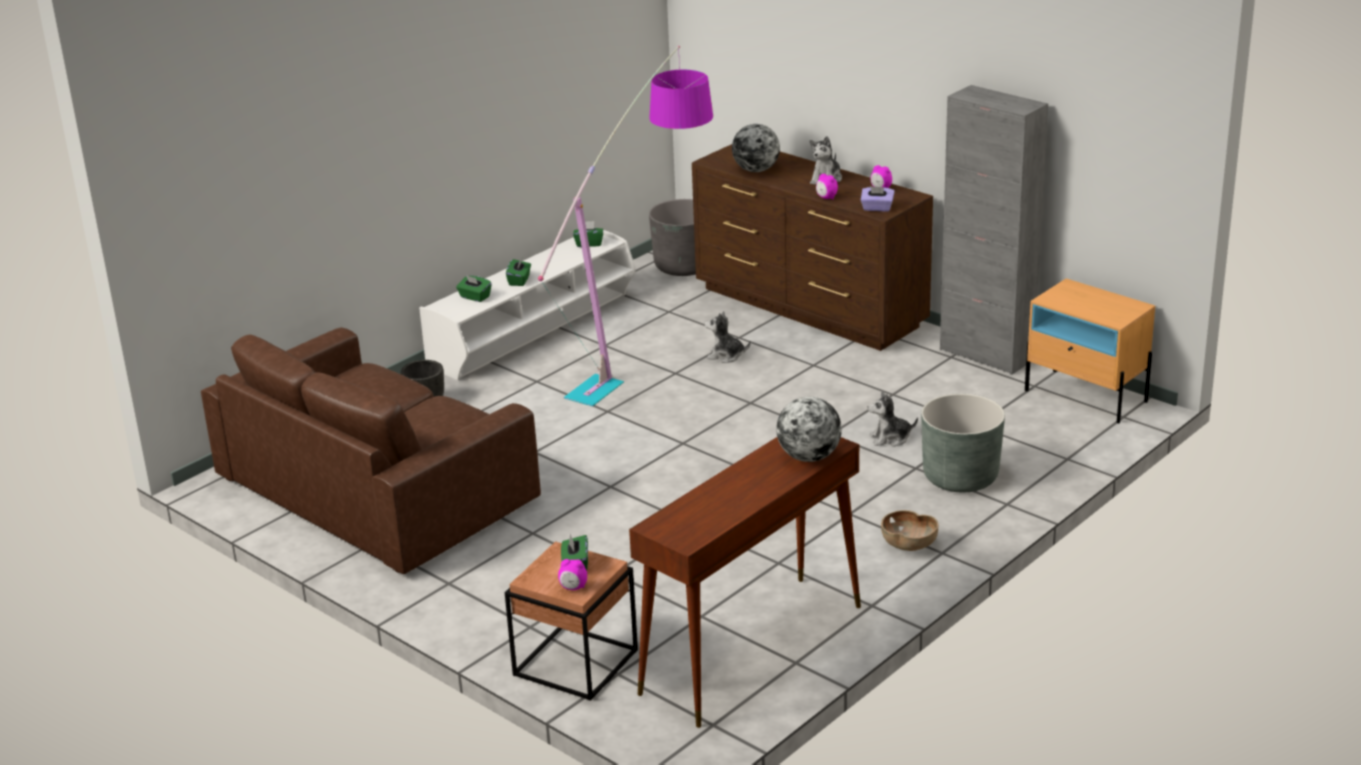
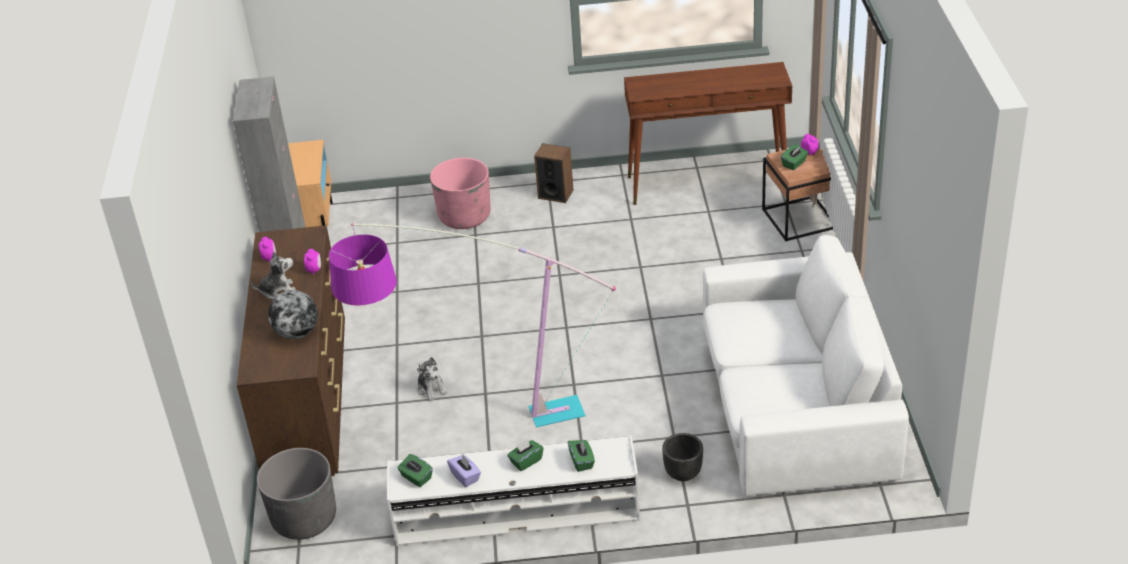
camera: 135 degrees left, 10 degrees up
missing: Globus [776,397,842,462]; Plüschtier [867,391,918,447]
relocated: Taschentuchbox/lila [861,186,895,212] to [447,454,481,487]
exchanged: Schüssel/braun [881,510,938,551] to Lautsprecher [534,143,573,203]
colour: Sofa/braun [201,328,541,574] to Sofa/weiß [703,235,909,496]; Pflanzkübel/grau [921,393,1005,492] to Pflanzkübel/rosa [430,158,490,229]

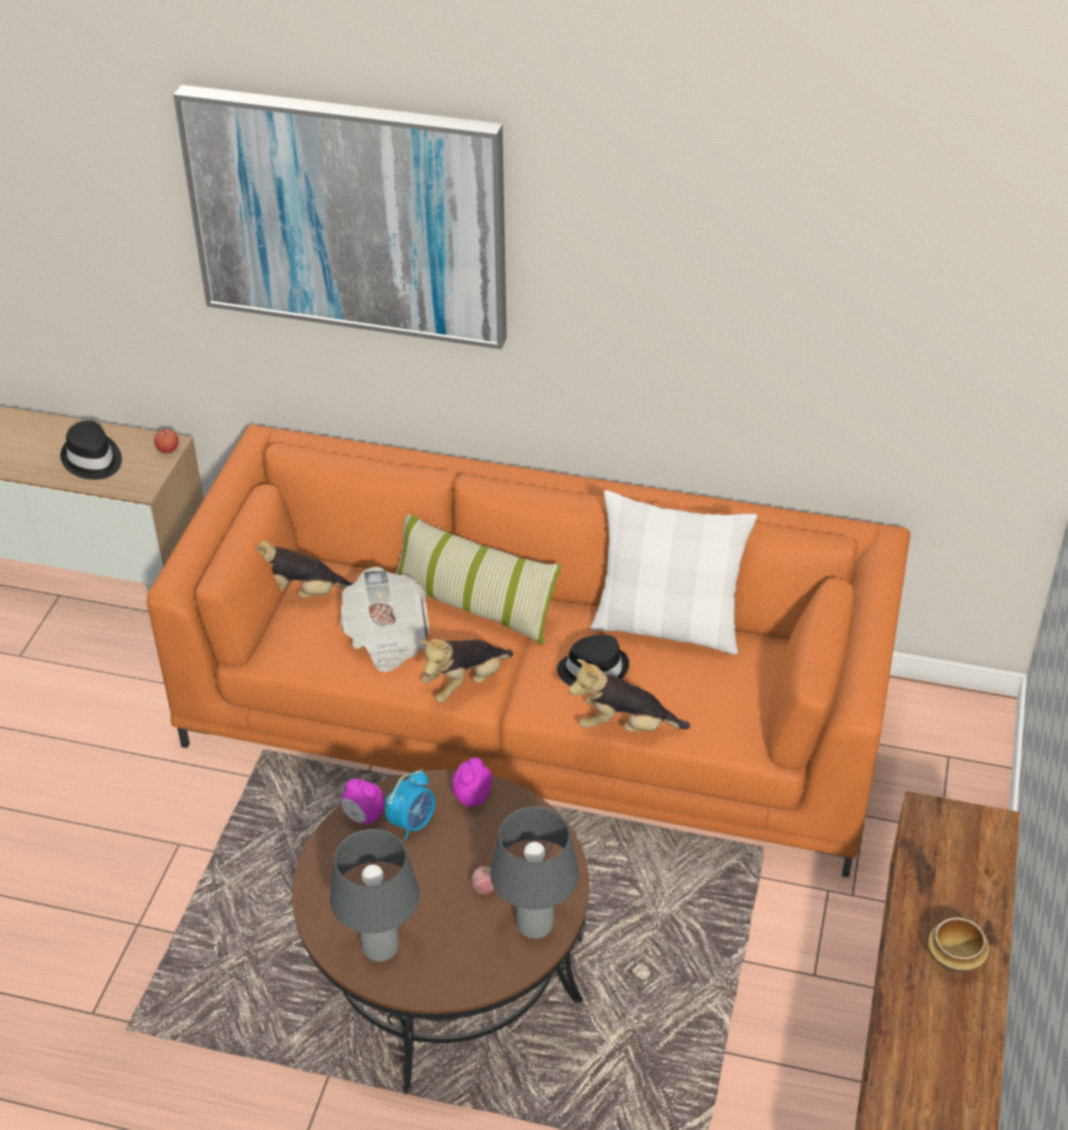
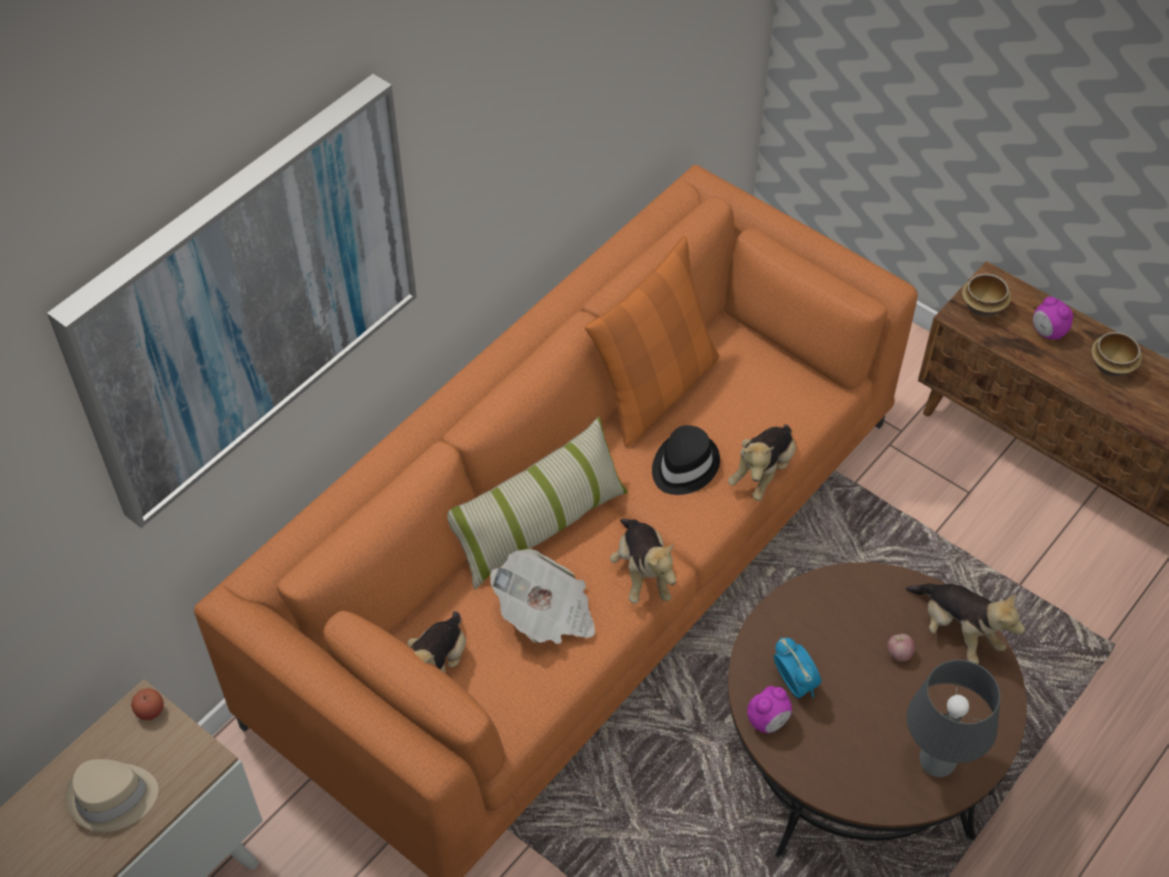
camera: 65 degrees left, 10 degrees up
appeared: Schüssel [962,274,1011,317]
relocated: Wecker [452,757,492,808] to [1033,297,1073,340]
exchanged: Tischlampe/grau [490,807,579,939] to Plüschtier [906,583,1025,664]
colour: Hut/schwarz [61,420,122,480] to Hut/beige [66,759,158,832]; Kissen/weiß [591,490,757,655] to Kissen/orange [585,236,719,447]

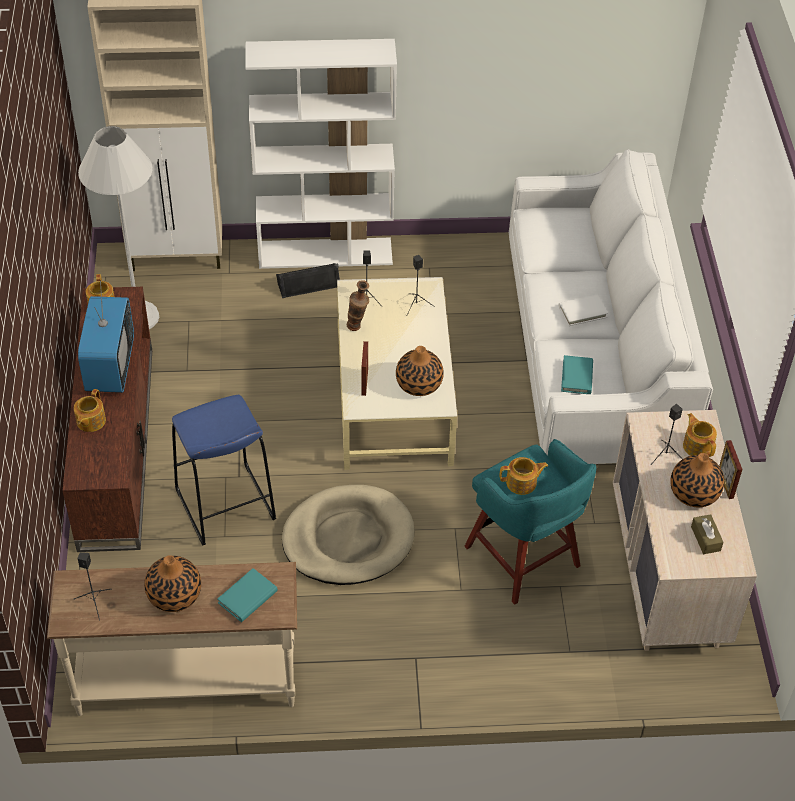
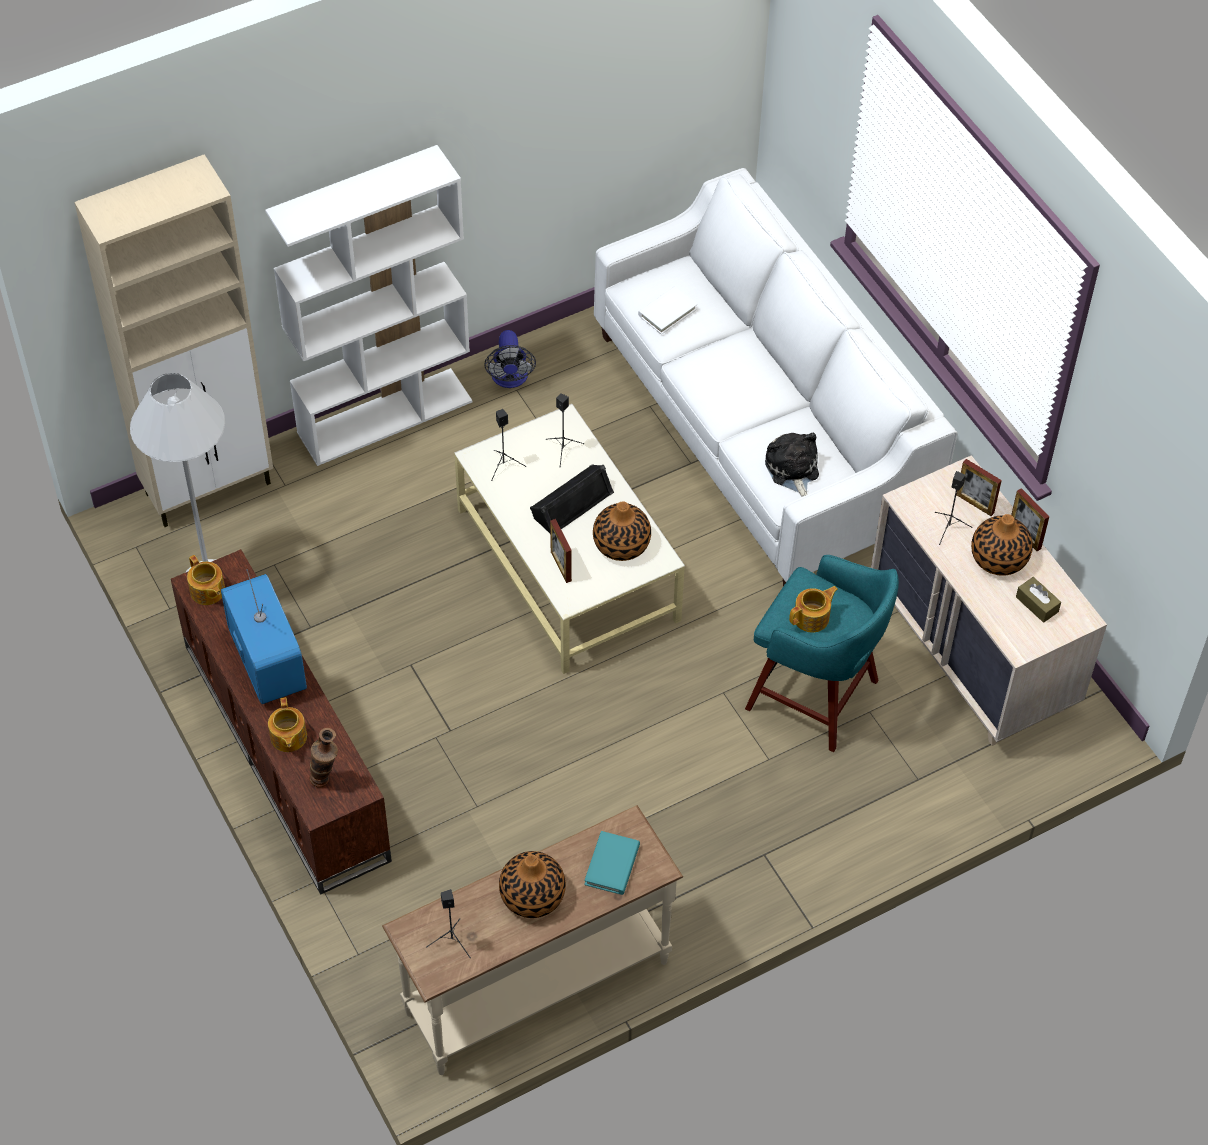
camera: 25 degrees left, 5 degrees up
missing: Hocker/blau [172,395,276,546]; Hundebett/beige [282,485,414,585]
appeared: Ventilator [484,330,536,388]
relocated: Lautsprecher/schwarz [276,263,340,298] to [530,465,614,533]; Vase [347,280,369,331] to [310,728,338,788]; Buch/weiß [559,294,608,326] to [638,286,697,335]
exchanged: Buch/türkis [561,355,593,394] to Plüschtier [765,433,819,497]; Teekanne [683,413,717,457] to Bilderrahmen [956,459,1002,516]

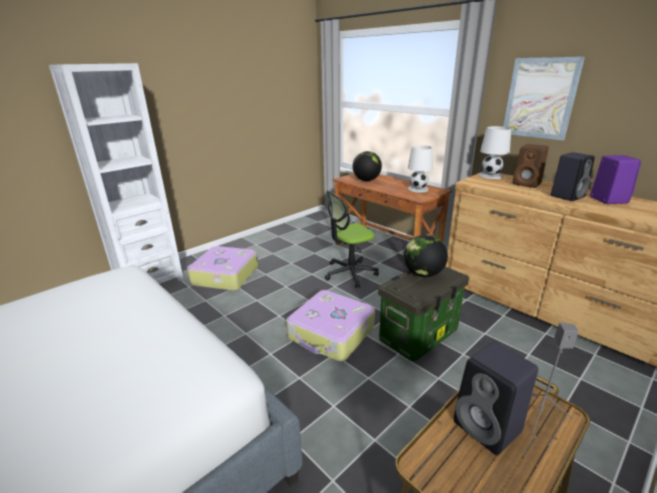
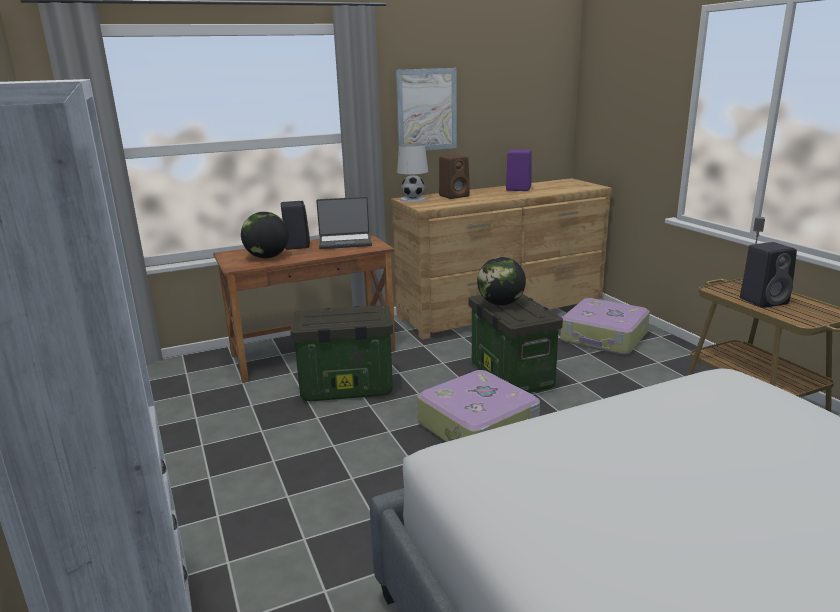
camera: 70 degrees left, 5 degrees down
relocated: Koffer [187,246,258,291] to [560,298,650,355]; Lautsprecher/schwarz [551,152,595,201] to [281,201,310,250]
exchanged: Bürostuhl [325,191,379,288] to Aufbewahrungsbox [290,305,393,402]; Tischlampe/weiß [408,145,433,193] to Laptop [316,197,372,249]

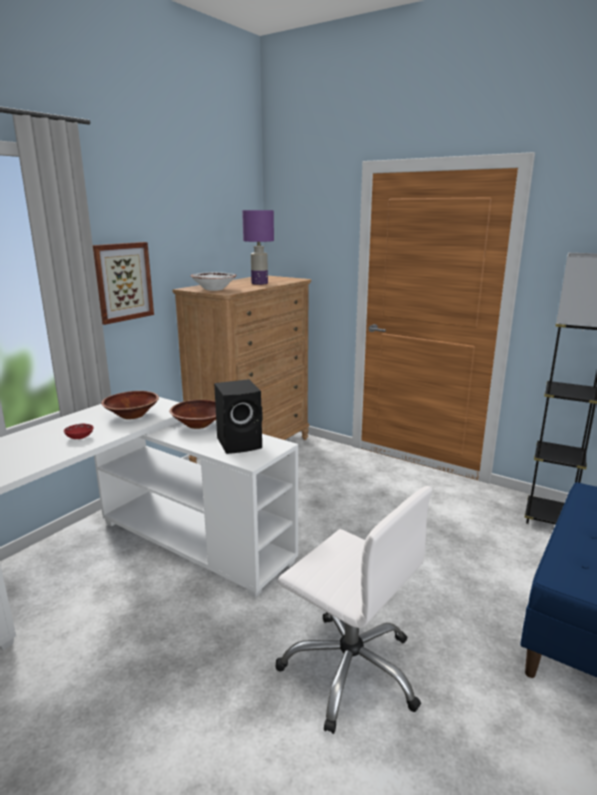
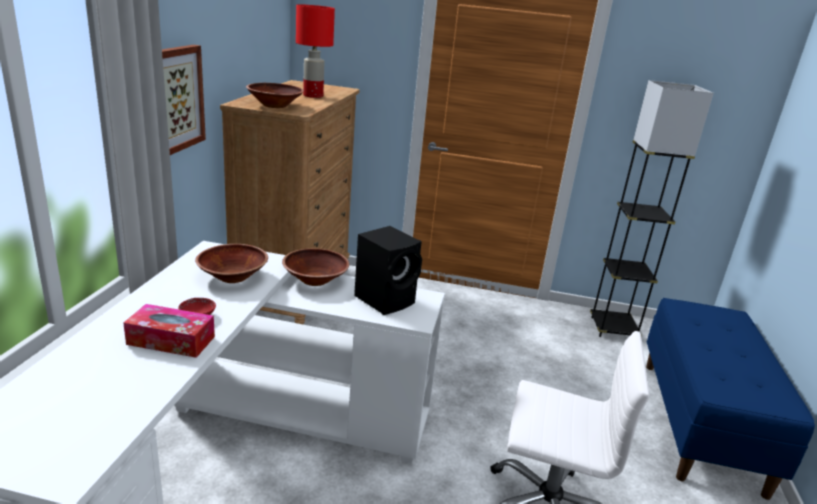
camera: 25 degrees left, 5 degrees up
appeared: Taschentuchbox [123,304,215,358]
colour: Schüssel/weiß [191,272,237,291] to Schüssel/braun [246,83,304,108]; Tischlampe/lila [242,210,274,285] to Tischlampe/rot [296,4,335,98]

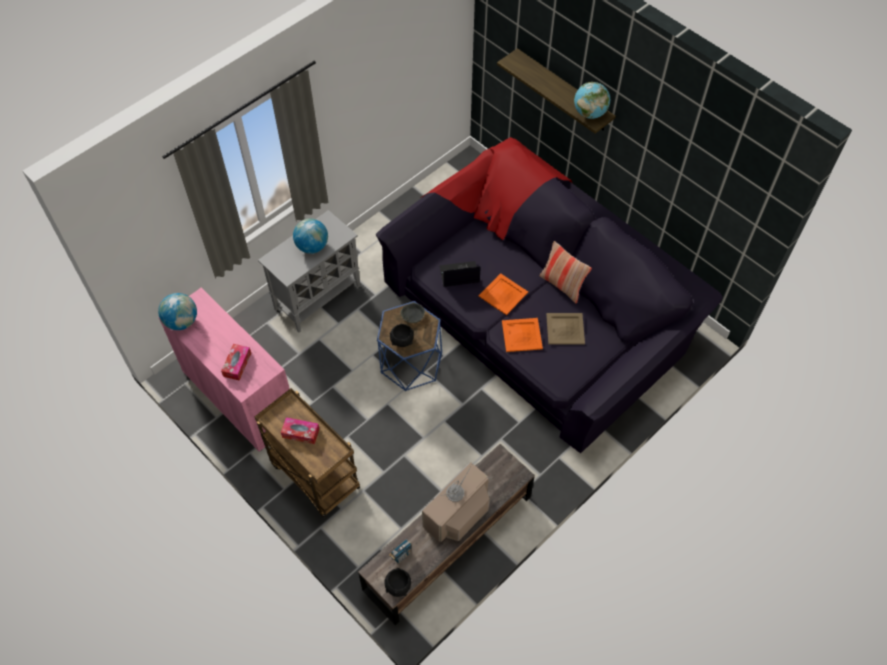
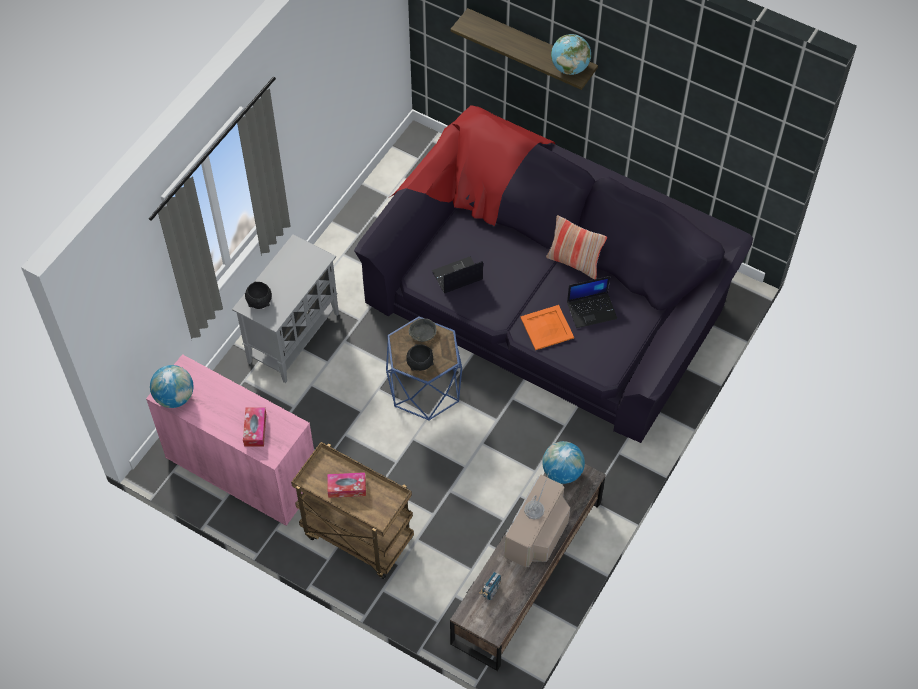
camera: 15 degrees left, 0 degrees up
missing: Tablett/orange [479,273,528,315]
relocated: Globus [293,218,328,254] to [542,441,585,484]; Schüssel/schwarz [385,567,411,597] to [245,282,272,309]
exchanged: Tablett/beige [546,313,585,345] to Laptop [567,276,617,328]

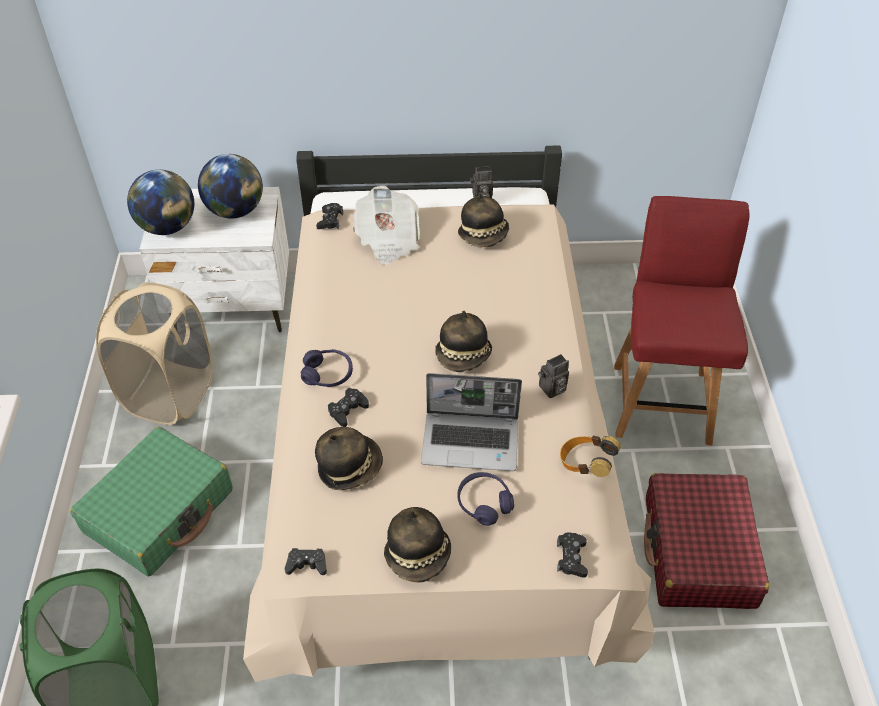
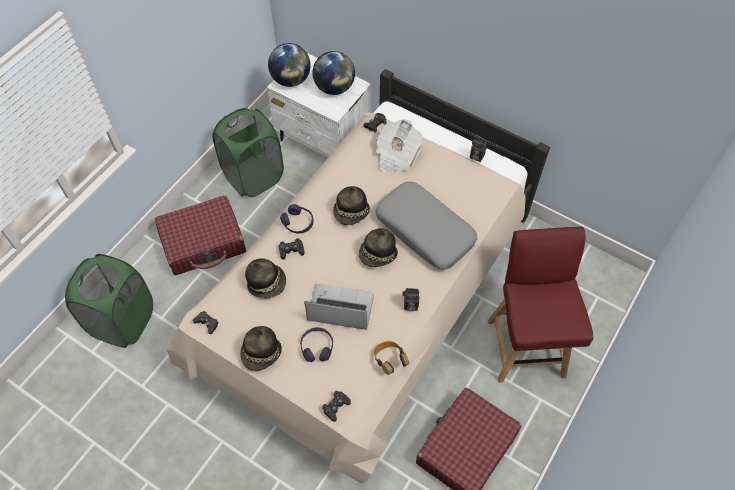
camera: 35 degrees right, 10 degrees up
appeared: Kissen/grau [375,182,477,270]
relocated: Hut [458,193,509,247] to [333,186,370,225]
colour: Koffer/grün [70,426,233,576] to Koffer/rot [154,195,246,275]; Wäschekorb/beige [96,282,213,425] to Wäschekorb/grün [212,108,284,197]
spun: Laptop [421,373,522,471] = [304,284,374,330] 150 degrees clockwise; Stuhl/rot [614,196,749,445] = [488,227,593,382] 45 degrees counterclockwise

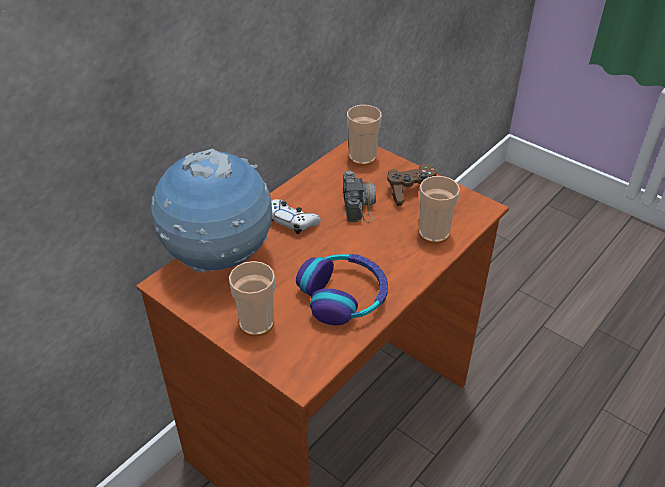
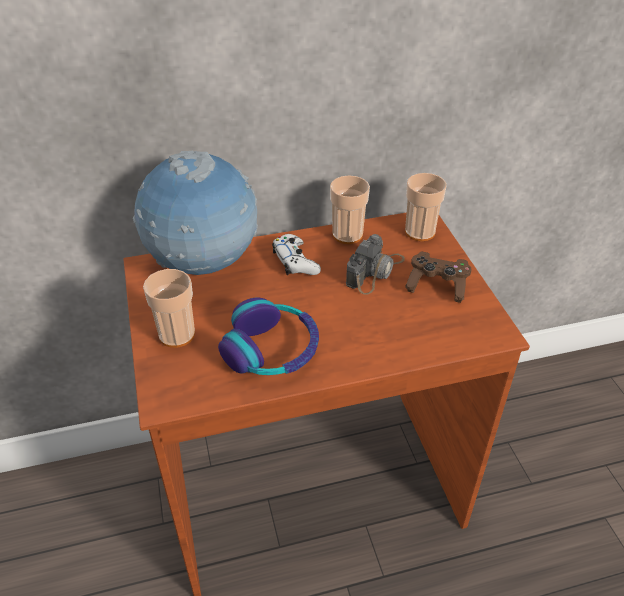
camera: 35 degrees right, 0 degrees up
relocated: Tasse [419,176,460,244] to [330,175,370,244]

